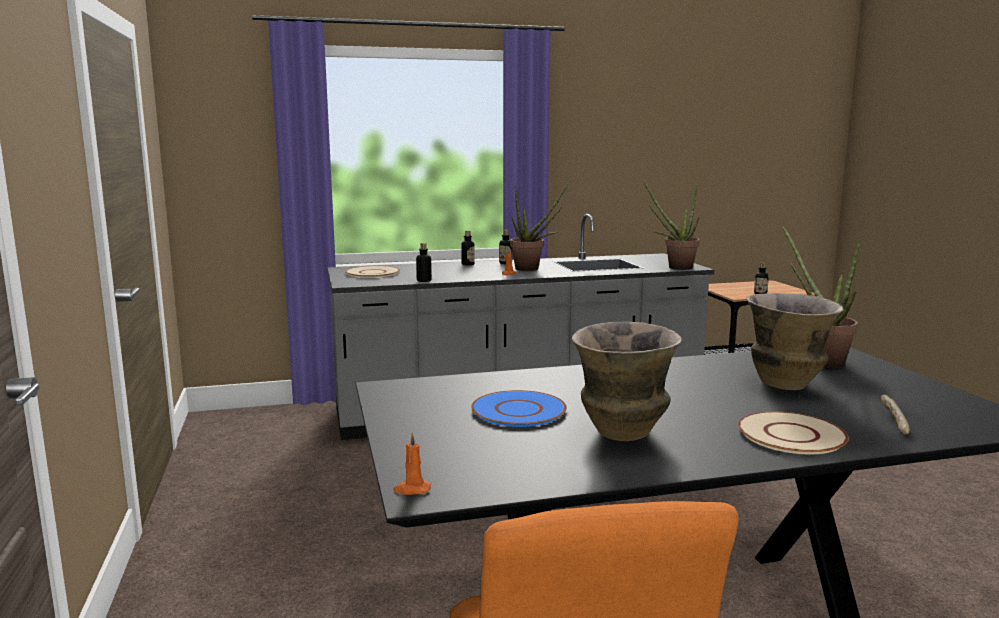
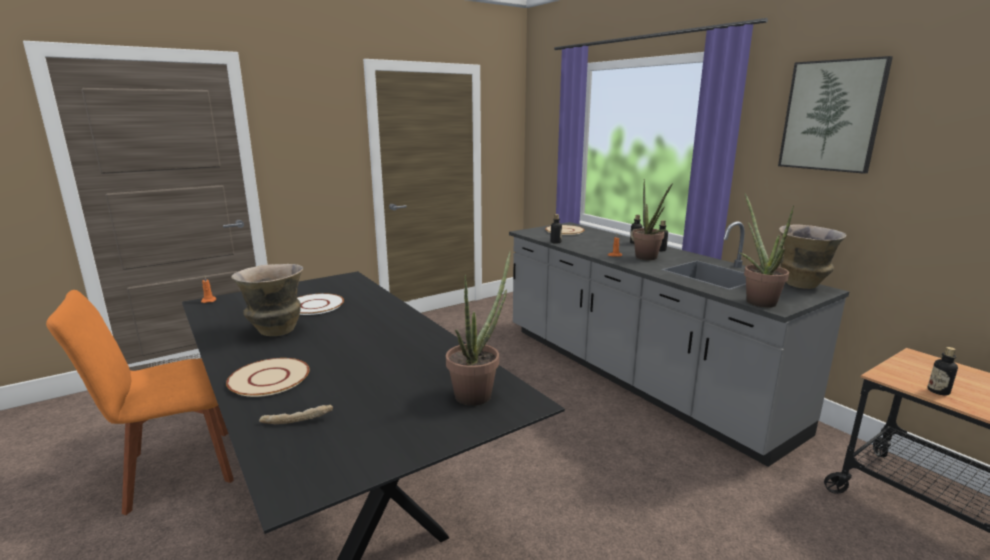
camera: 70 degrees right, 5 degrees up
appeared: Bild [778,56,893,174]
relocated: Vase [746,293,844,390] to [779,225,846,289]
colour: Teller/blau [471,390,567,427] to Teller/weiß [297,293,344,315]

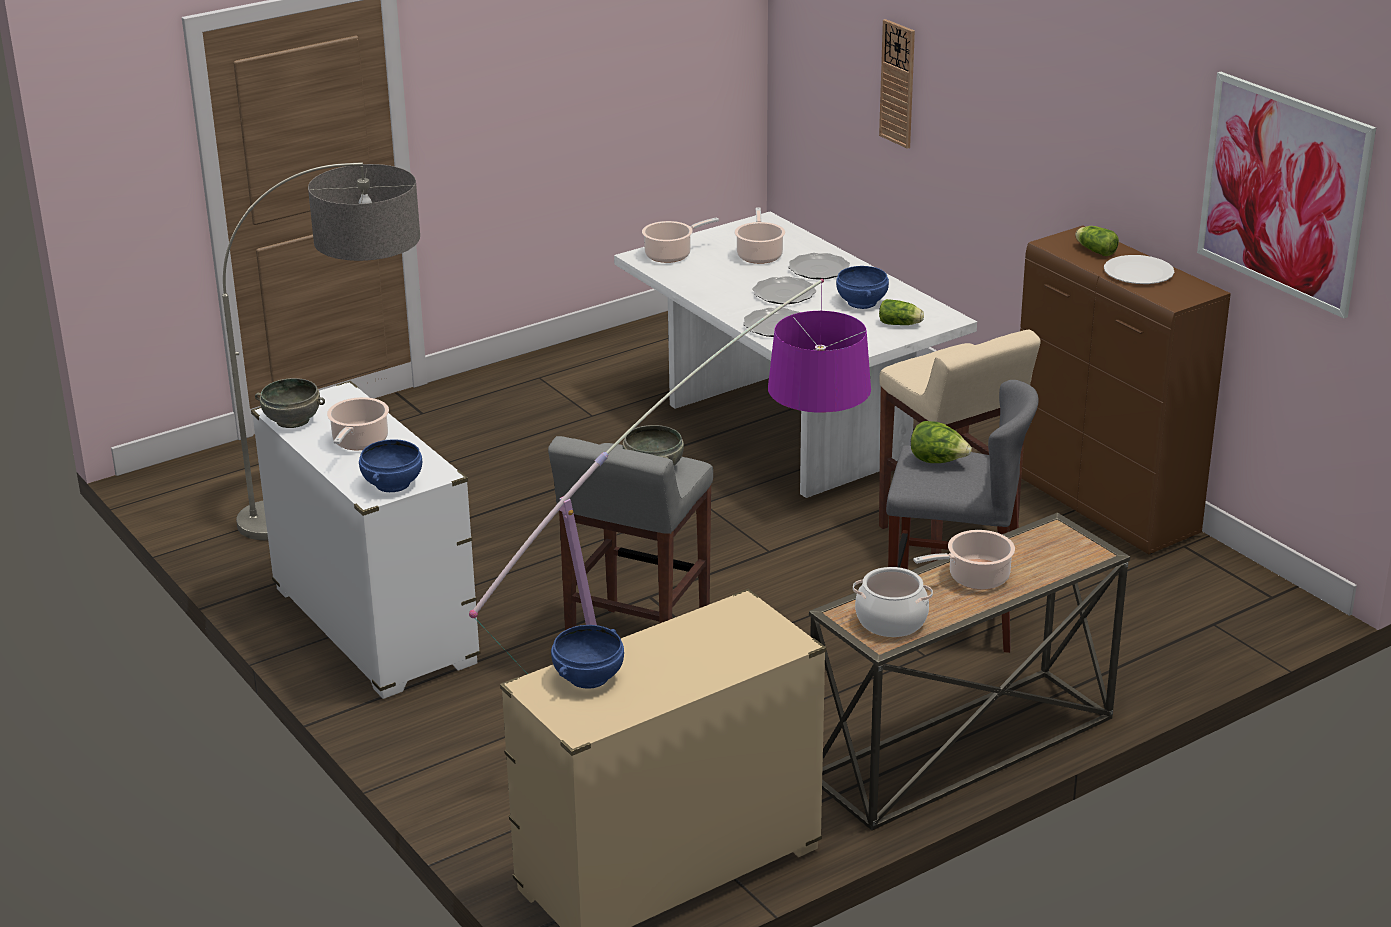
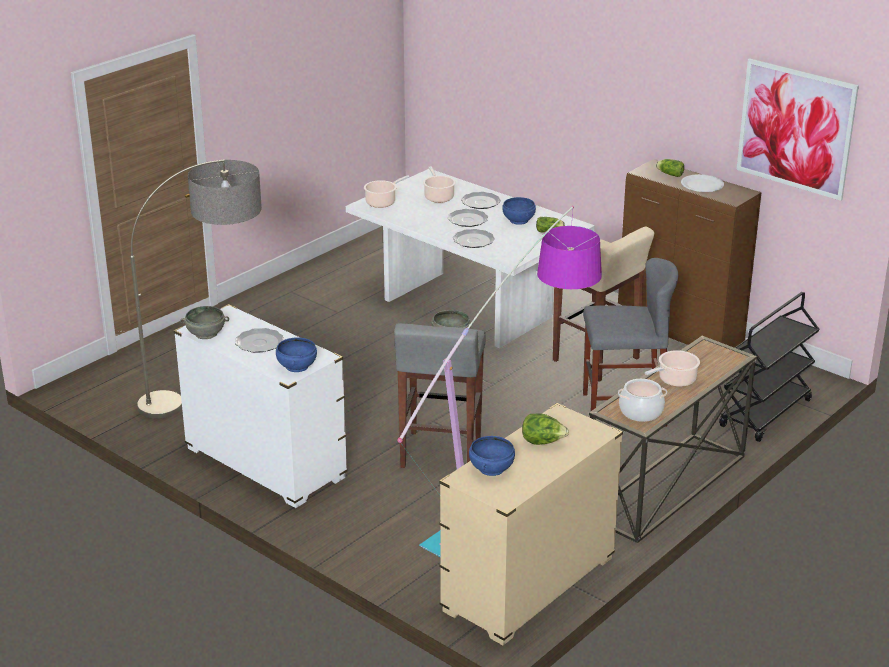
camera: 15 degrees left, 0 degrees up
missing: Wanduhr [879,19,915,149]
appeared: Rollwagen/schwarz [719,292,820,442]
relocated: Salatkopf [911,421,972,463] to [522,413,569,445]
exchanged: Kochtopf [327,397,389,450] to Teller [235,328,284,353]

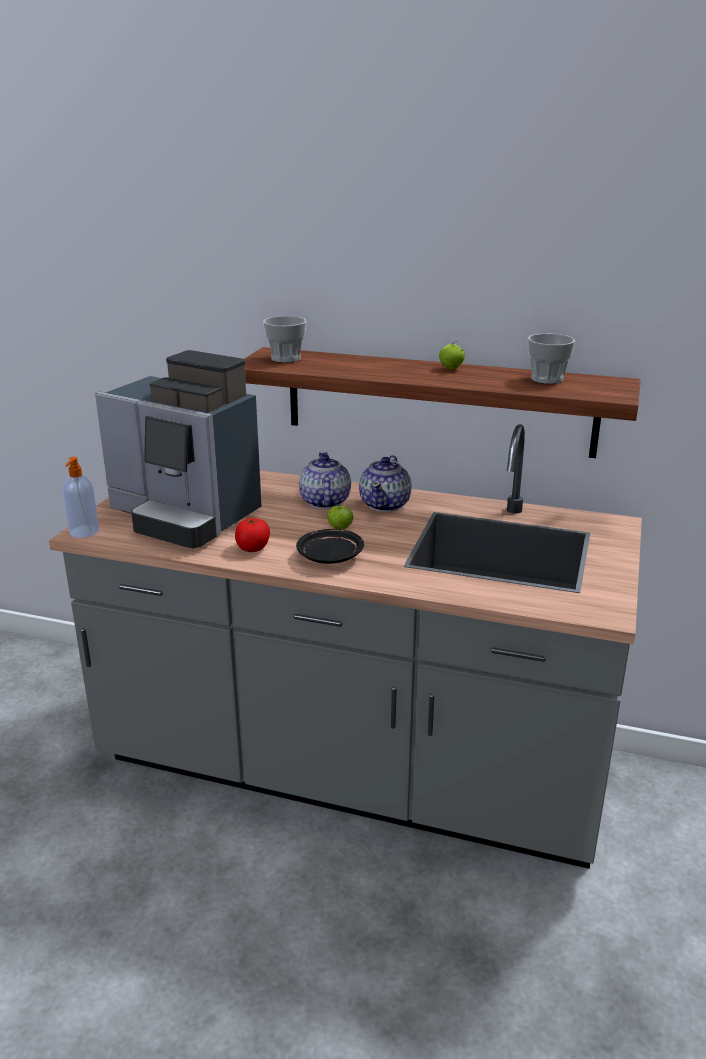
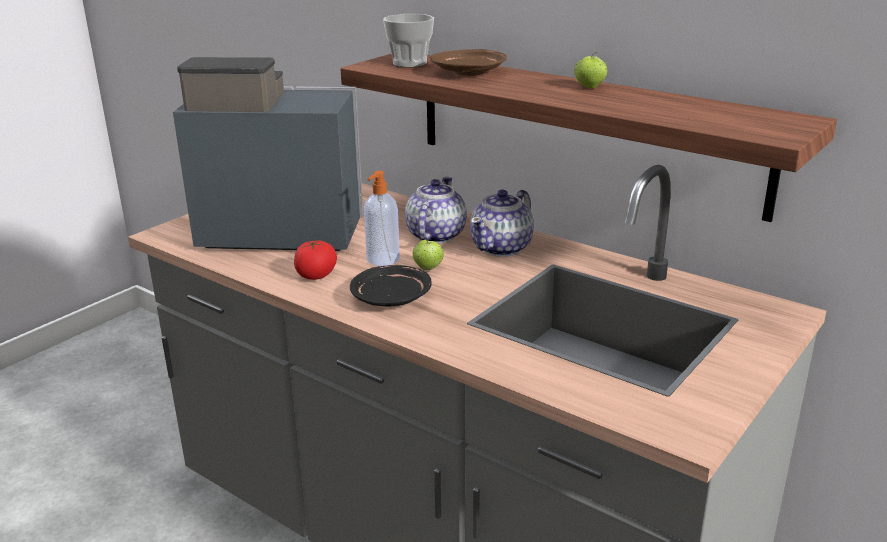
camera: 20 degrees right, 0 degrees up
missing: Tasse [527,333,575,384]
appeared: Teller/braun [430,49,507,76]
relocated: Seifenspender [63,457,99,538] to [364,171,400,266]
spun: Kaffeemaschine [95,350,261,549] = [173,57,363,251] 135 degrees clockwise

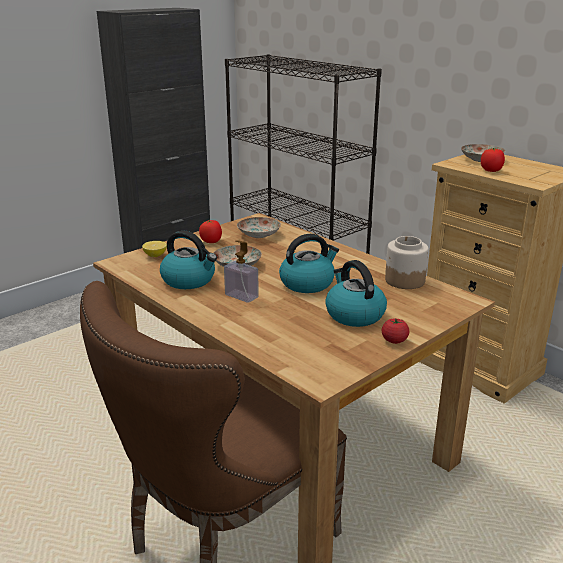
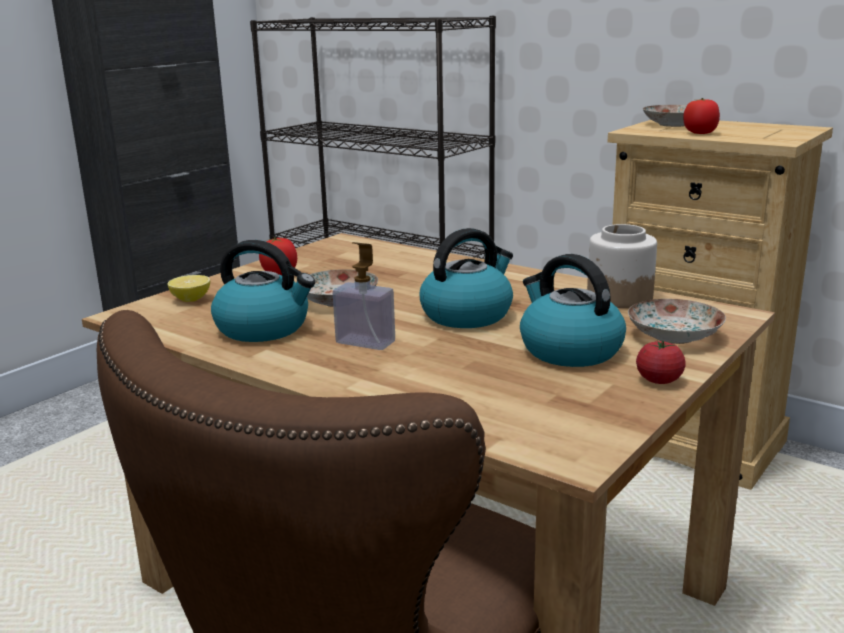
camera: 10 degrees left, 5 degrees down
relocated: Teller [237,217,281,238] to [628,299,726,344]

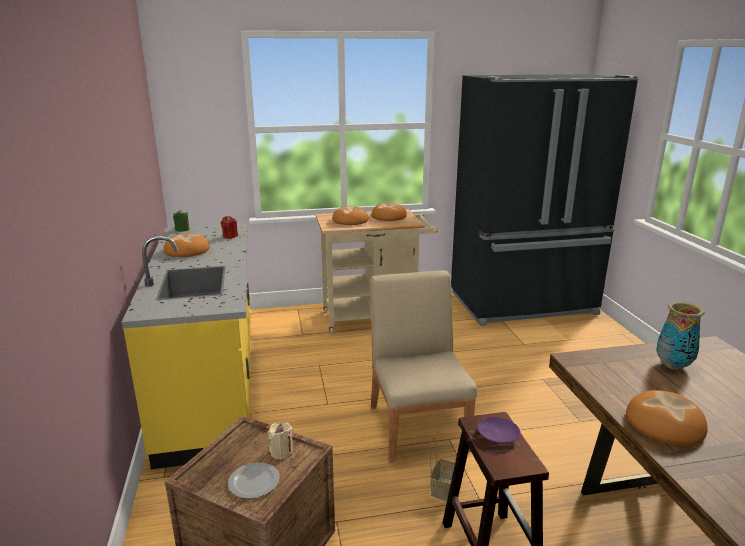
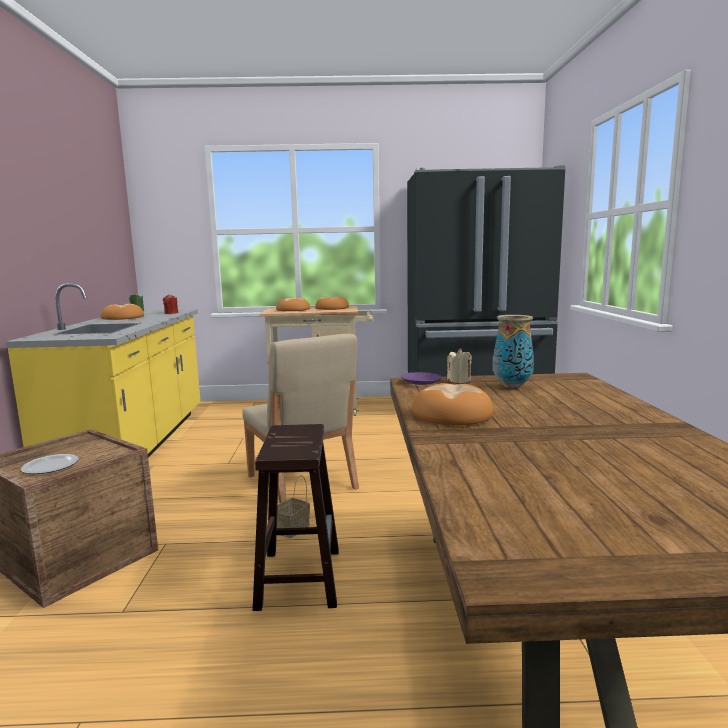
camera: 10 degrees right, 10 degrees down
relocated: Kerze/beige [268,423,293,460] to [447,348,472,383]; Teller/lila [477,417,521,443] to [401,372,441,385]
spun: Stuhl/beige [370,271,477,463] = [243,334,359,503] 150 degrees clockwise

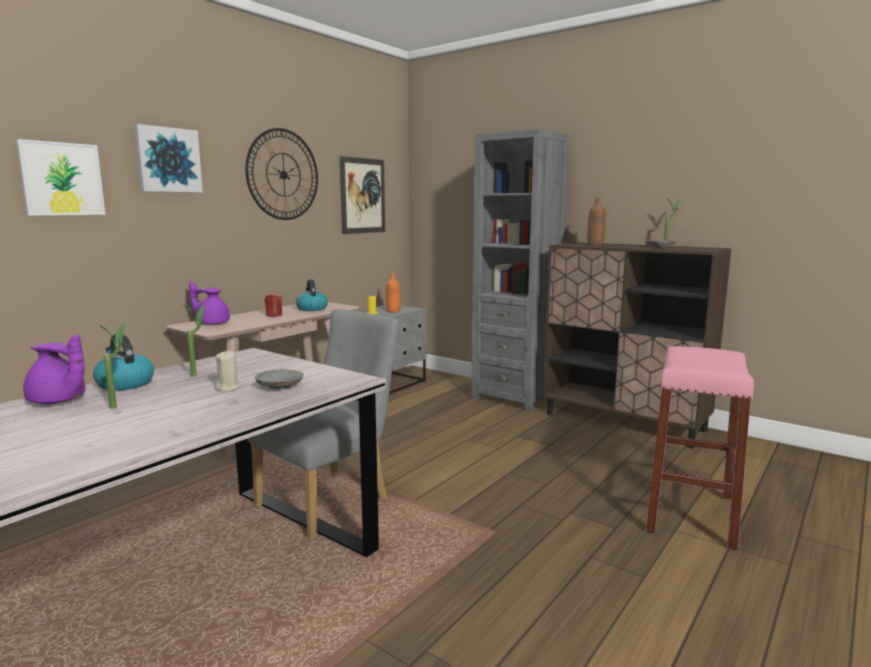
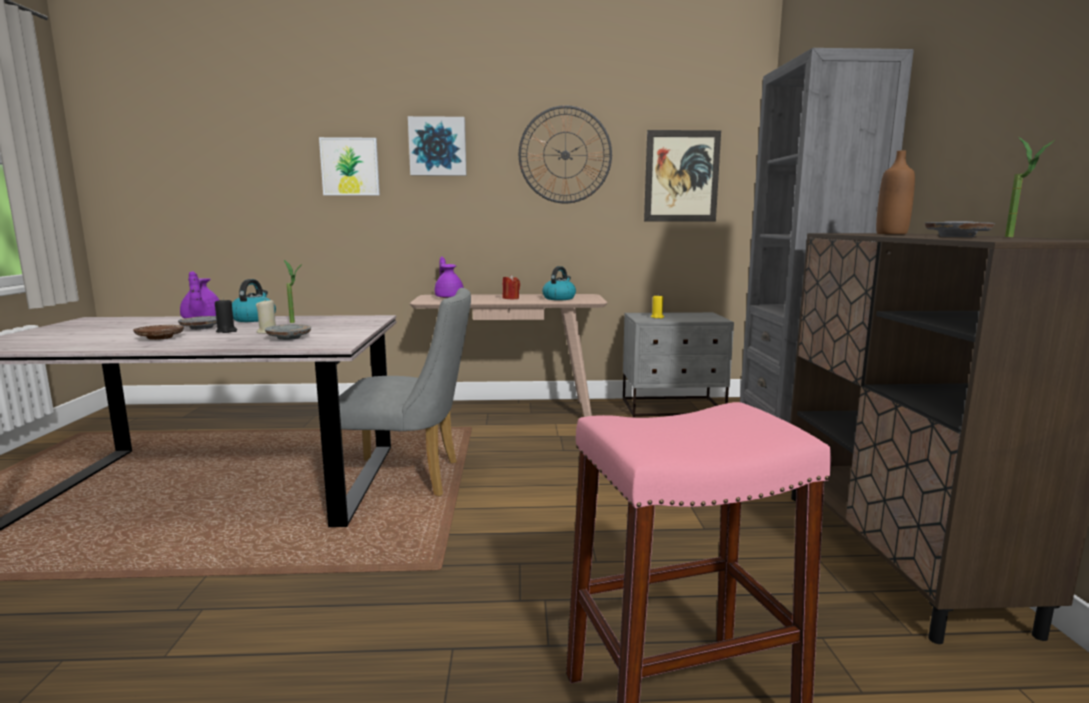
camera: 50 degrees right, 0 degrees up
missing: Flasche/orange [386,273,400,313]
appeared: Teller/braun [133,325,184,340]; Kerze/schwarz [215,299,237,333]
exchanged: Topfpflanze [97,323,125,409] to Teller/grau [178,316,217,330]

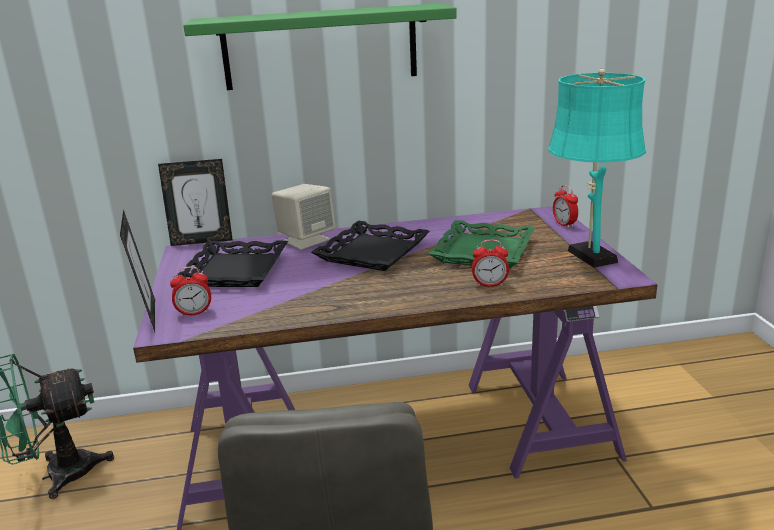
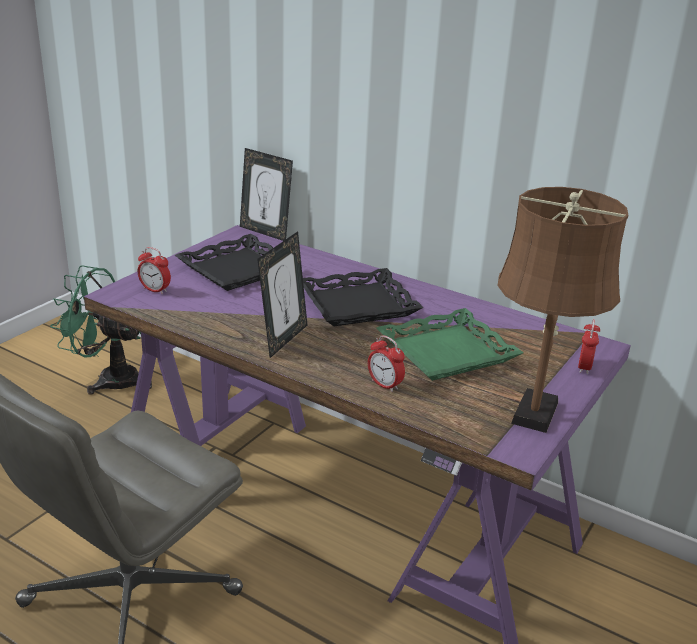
camera: 40 degrees right, 5 degrees up
missing: Wandregal/grün [183,3,457,90]; Lautsprecher/beige [272,184,336,250]
relocated: Bilderrahmen [120,209,155,332] to [257,231,307,358]
colour: Tischlampe/türkis [548,69,646,268] to Tischlampe/braun [497,187,628,433]

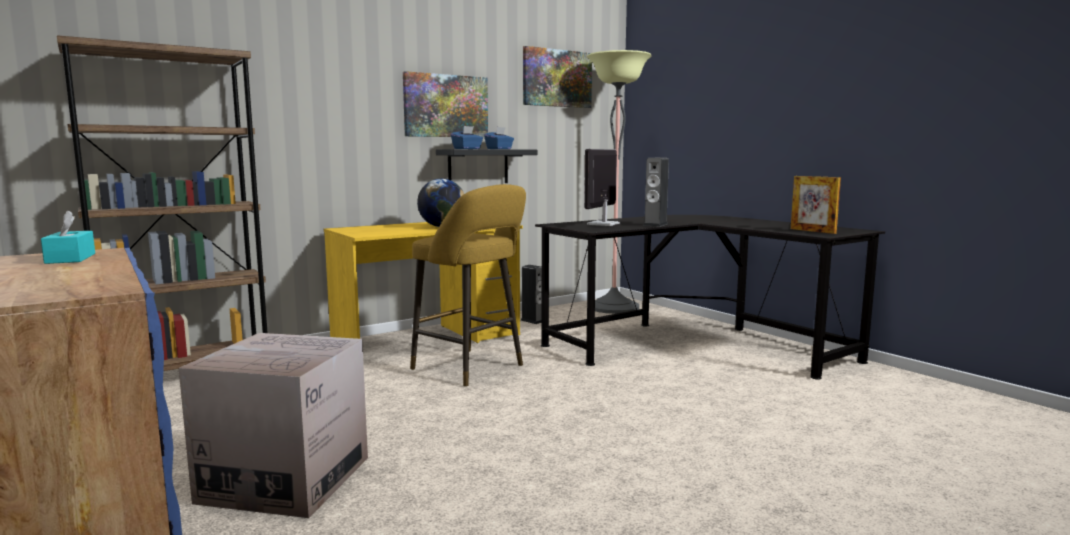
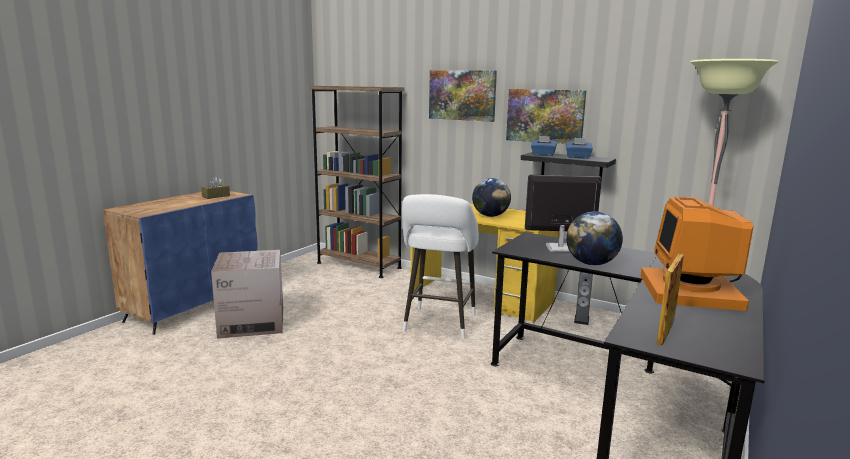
camera: 65 degrees right, 5 degrees up
appeared: Monitor [641,197,754,311]
relocated: Bild [523,46,592,108] to [429,70,497,122]
exchanged: Lautsprecher [643,158,669,227] to Globus [566,212,623,265]
colour: Taschentuchbox/türkis [41,210,95,264] to Taschentuchbox/braun [201,177,230,199]; Hocker/gelb [410,184,526,386] to Hocker/weiß [402,194,479,339]

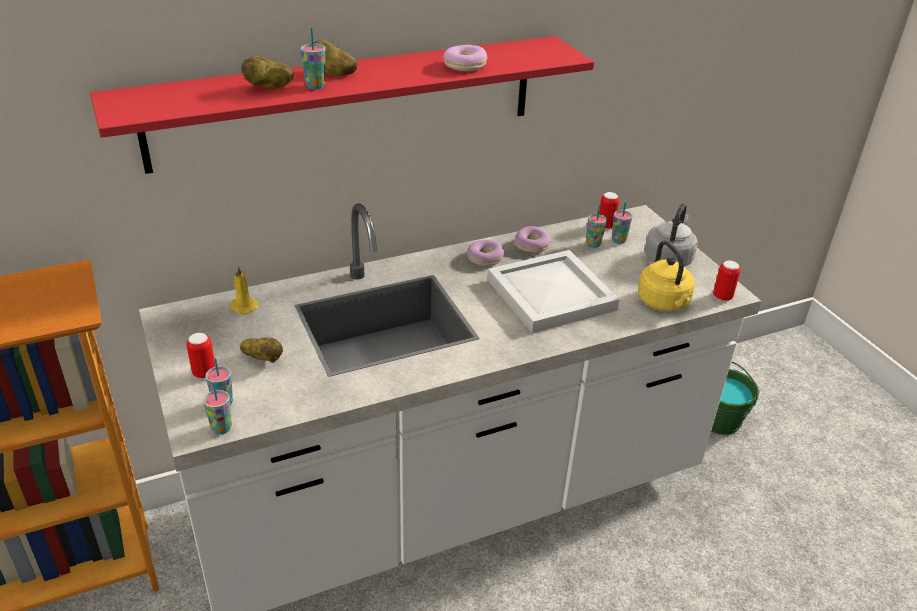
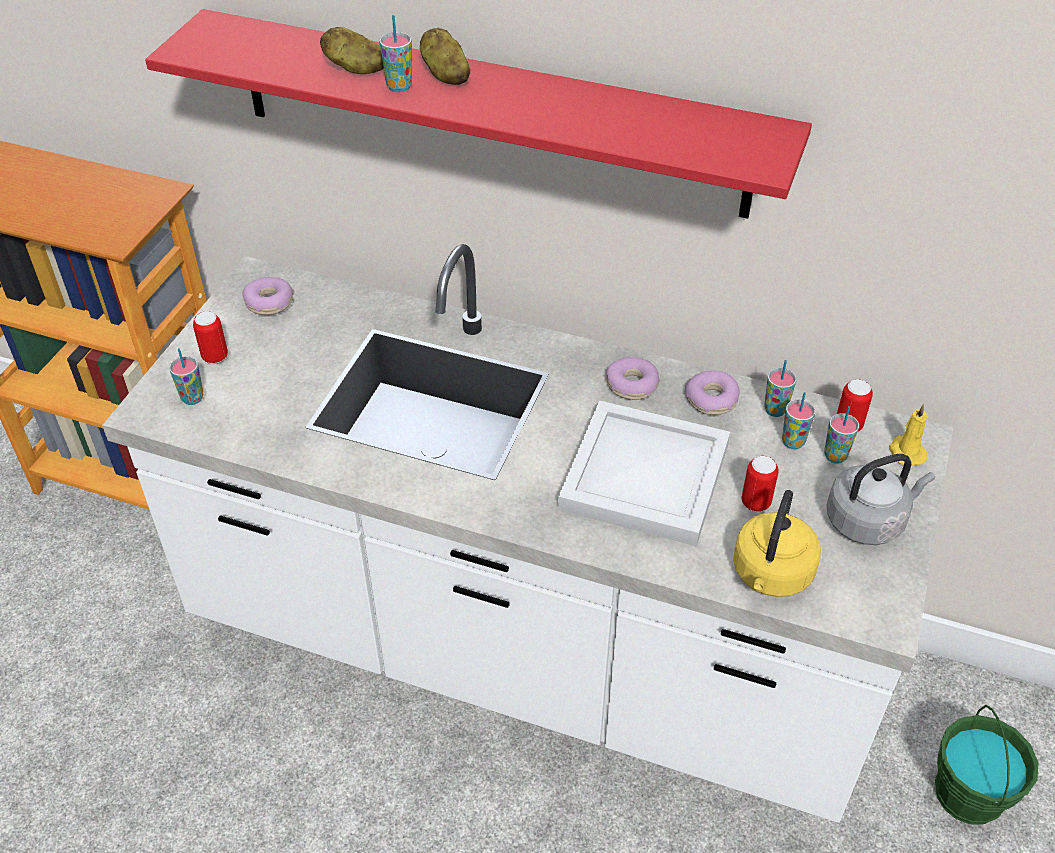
camera: 45 degrees right, 10 degrees up
missing: Kartoffel [240,338,283,363]
relocated: Tasse [203,382,232,435] to [764,360,796,417]; Kerze/gelb [230,265,259,314] to [889,404,928,466]; Donut [444,45,487,71] to [242,277,293,315]; Dose [713,261,740,301] to [742,456,779,512]

